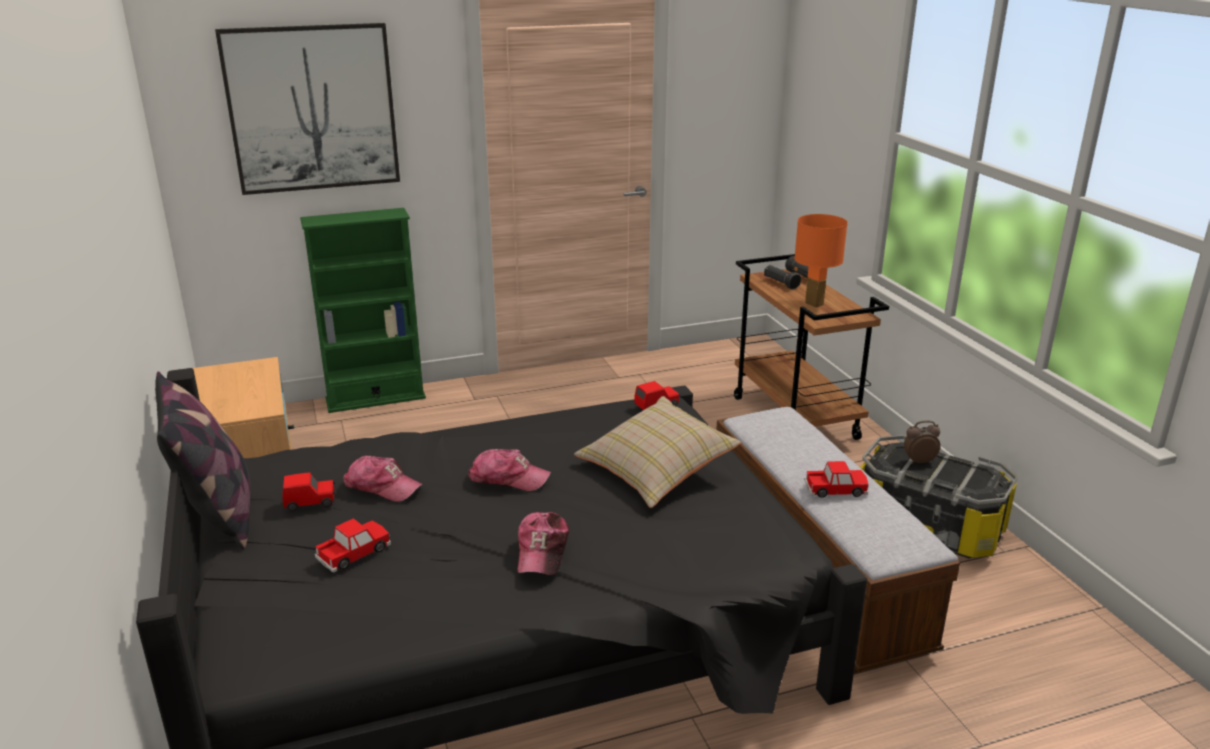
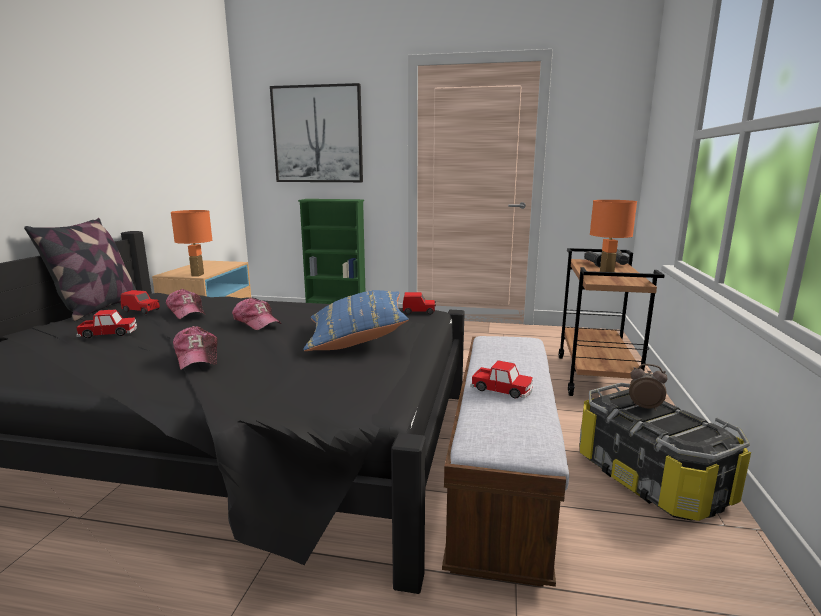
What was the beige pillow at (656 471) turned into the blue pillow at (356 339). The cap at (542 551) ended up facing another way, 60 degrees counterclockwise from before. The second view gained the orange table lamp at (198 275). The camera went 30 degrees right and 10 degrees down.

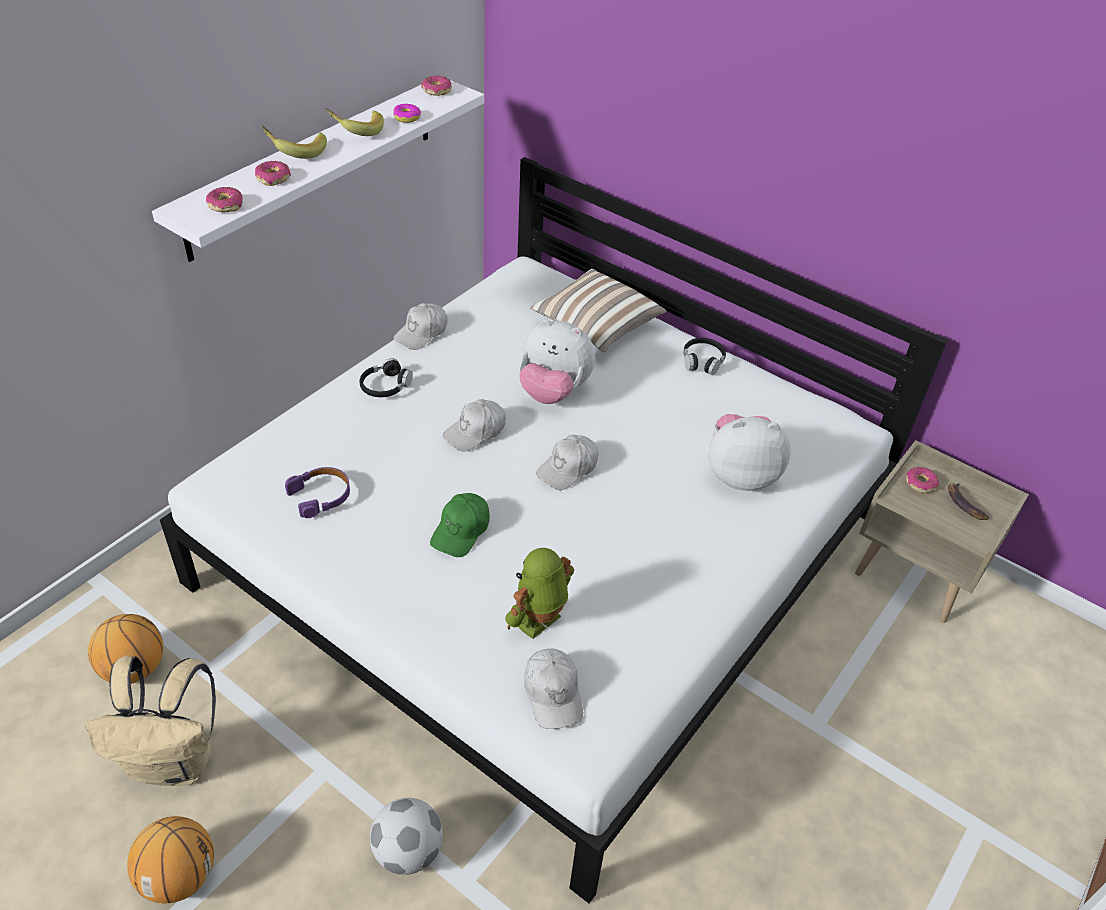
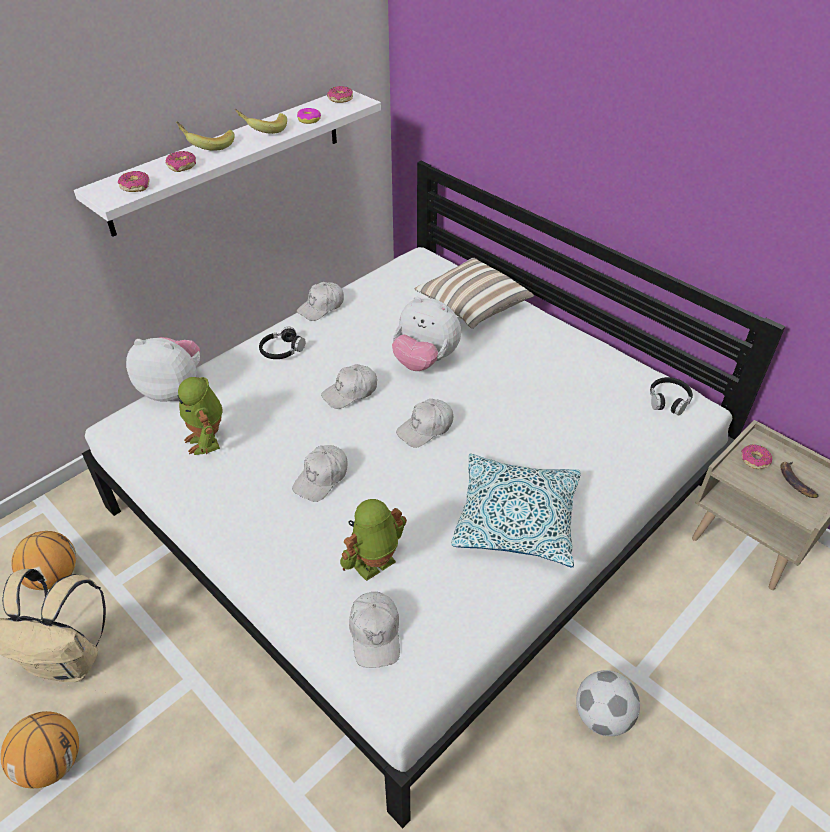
The black headphones ended up elsewhere, having gone from (702 361) to (668 400). The plush toy ended up elsewhere, having gone from (740 475) to (173 389). Where the purple headphones stood at (321 496), the toy robot came to stand at (208 440). What was the green cap at (461 531) turned into the white cap at (321 478). The football ended up elsewhere, having gone from (408 852) to (602 716). The second view gained the pillow at (516 519). The camera went 10 degrees right and 0 degrees up.

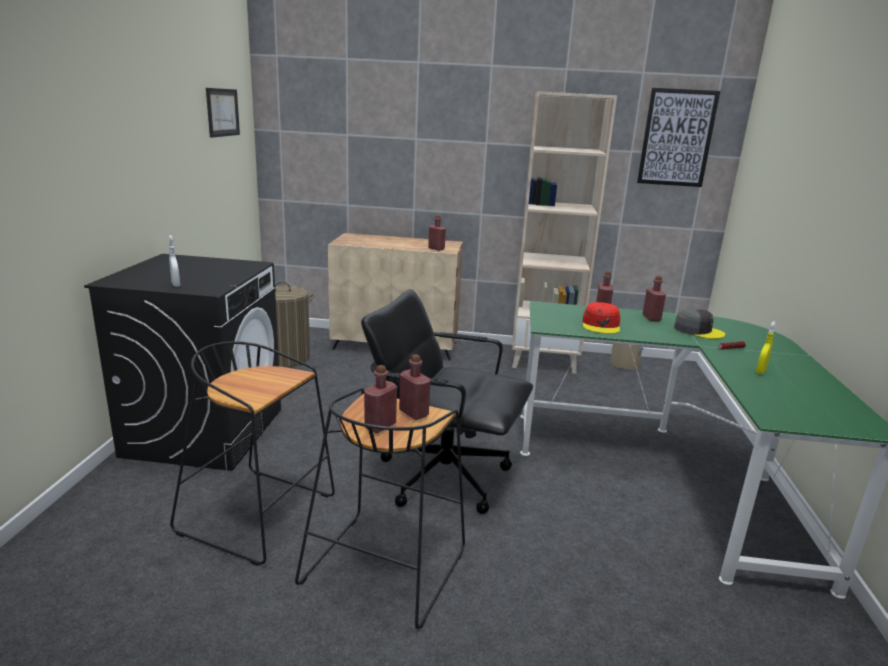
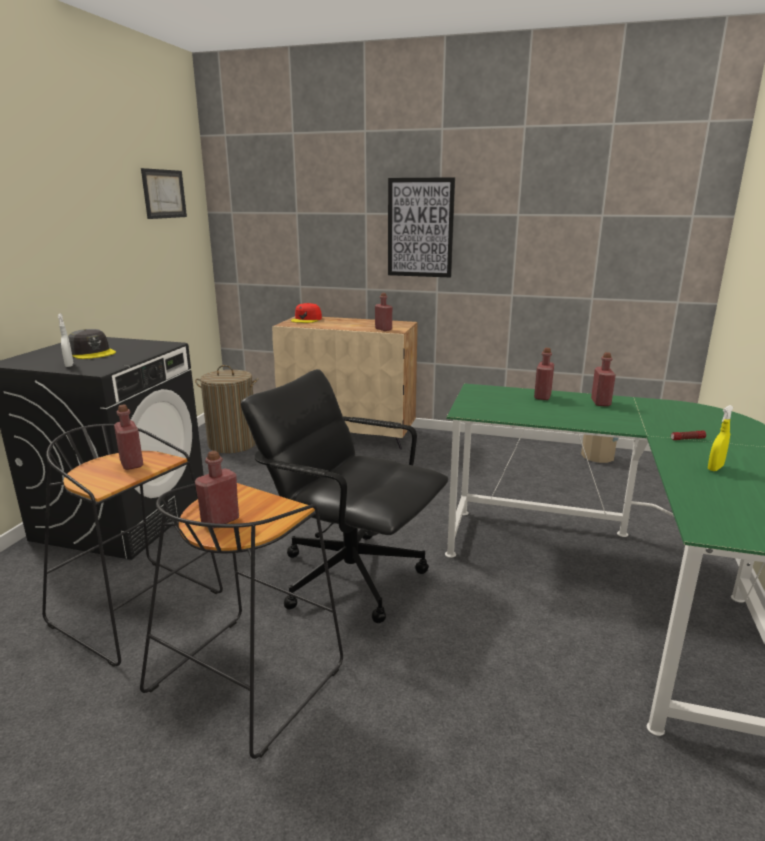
The picture ended up elsewhere, having gone from (676 138) to (420 228). The second view lost the beige bookcase at (543 360). The red cap ended up elsewhere, having gone from (601 325) to (306 319). The grey cap ended up elsewhere, having gone from (698 330) to (91 353). The red bottle ended up elsewhere, having gone from (413 413) to (131 464). The camera went 10 degrees right and 0 degrees up.

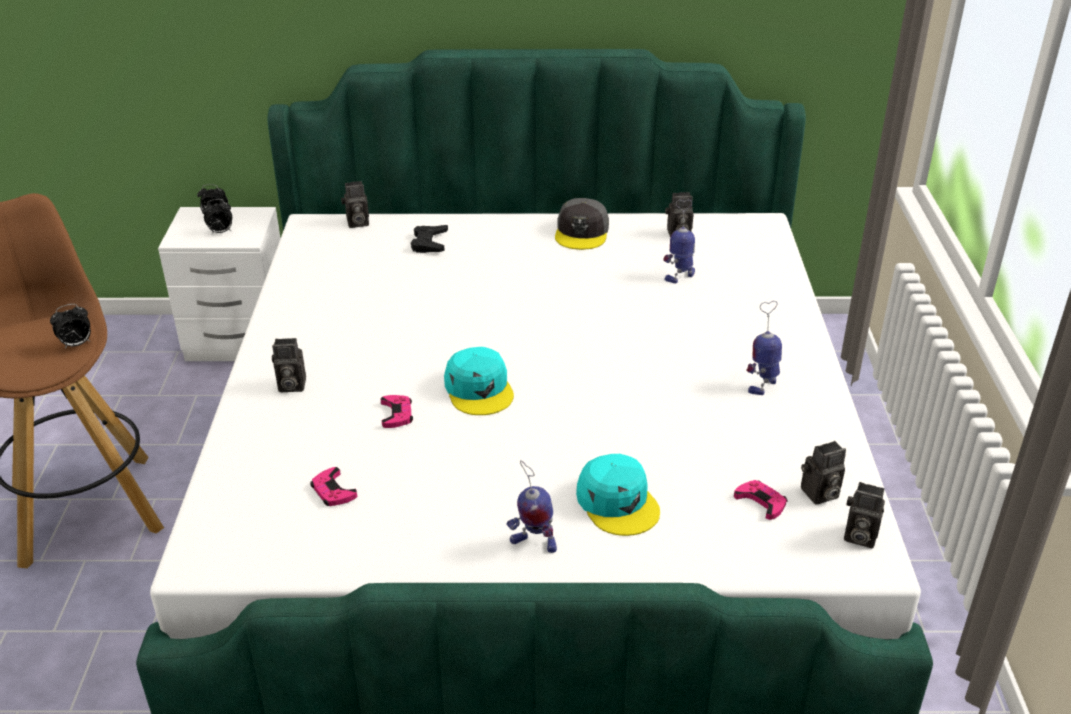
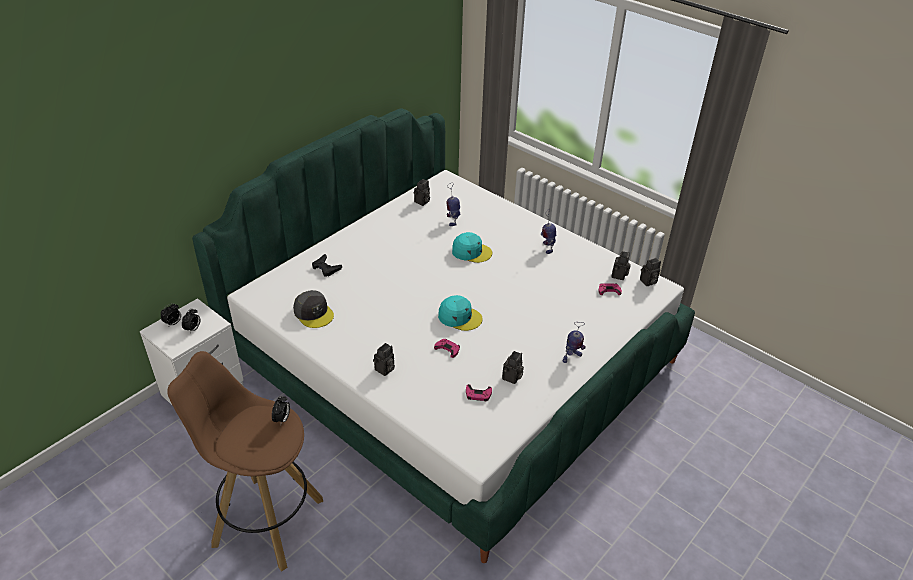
The photo camera ended up elsewhere, having gone from (356 223) to (512 378). The grey cap ended up elsewhere, having gone from (582 232) to (313 313). The turquoise cap ended up elsewhere, having gone from (618 502) to (471 252). The camera went 50 degrees left and 5 degrees up.

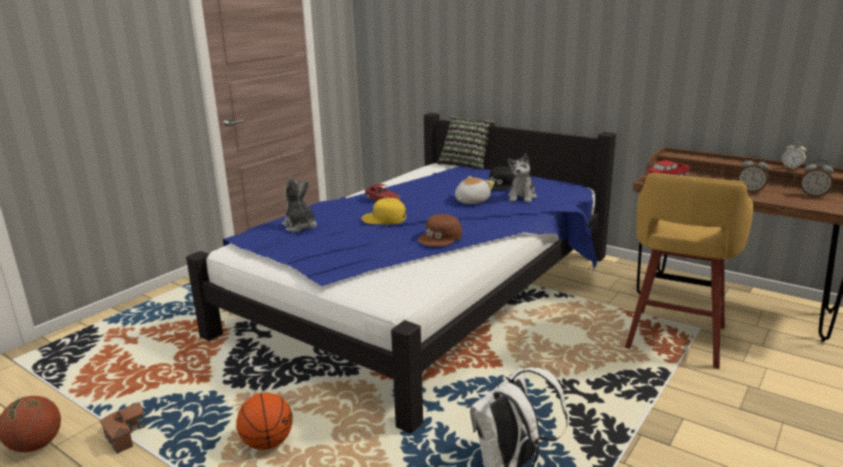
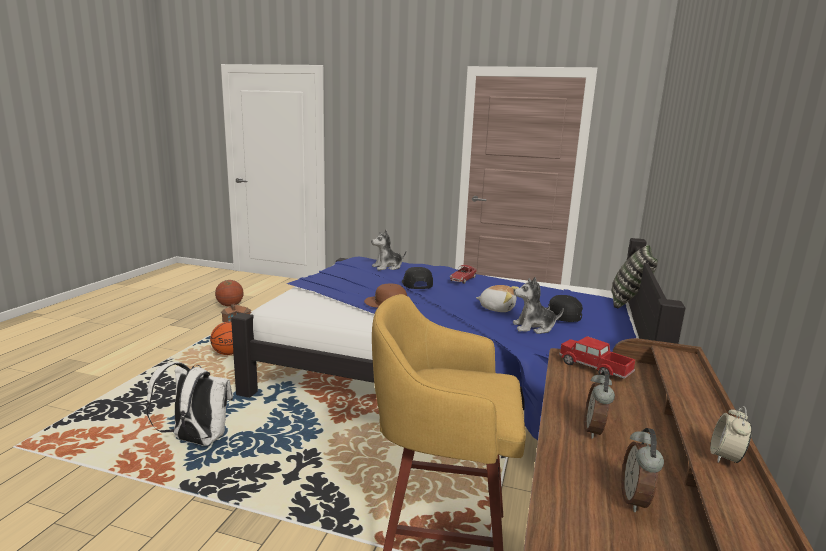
The plush toy at (300 227) ended up facing another way, 150 degrees counterclockwise from before. What was the yellow cap at (384 218) turned into the black cap at (416 283). The camera went 70 degrees right and 5 degrees down.

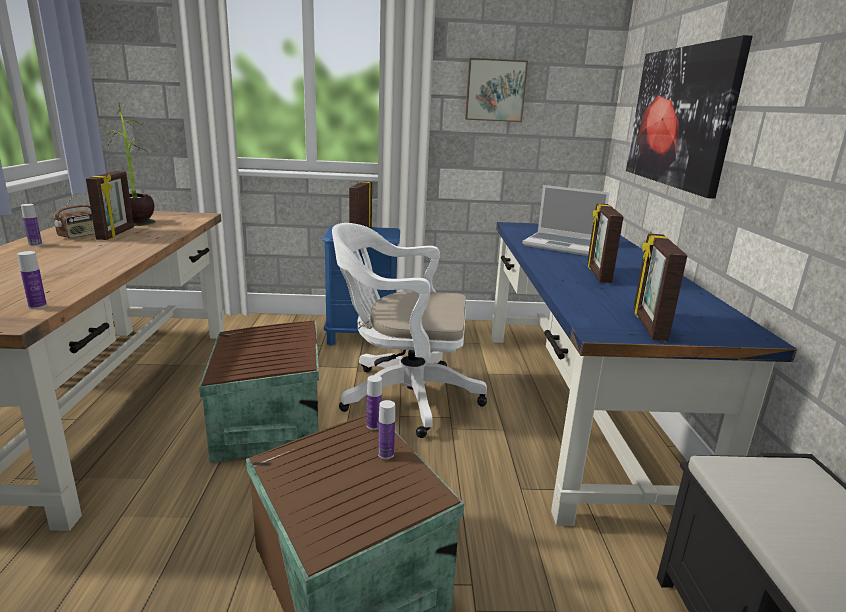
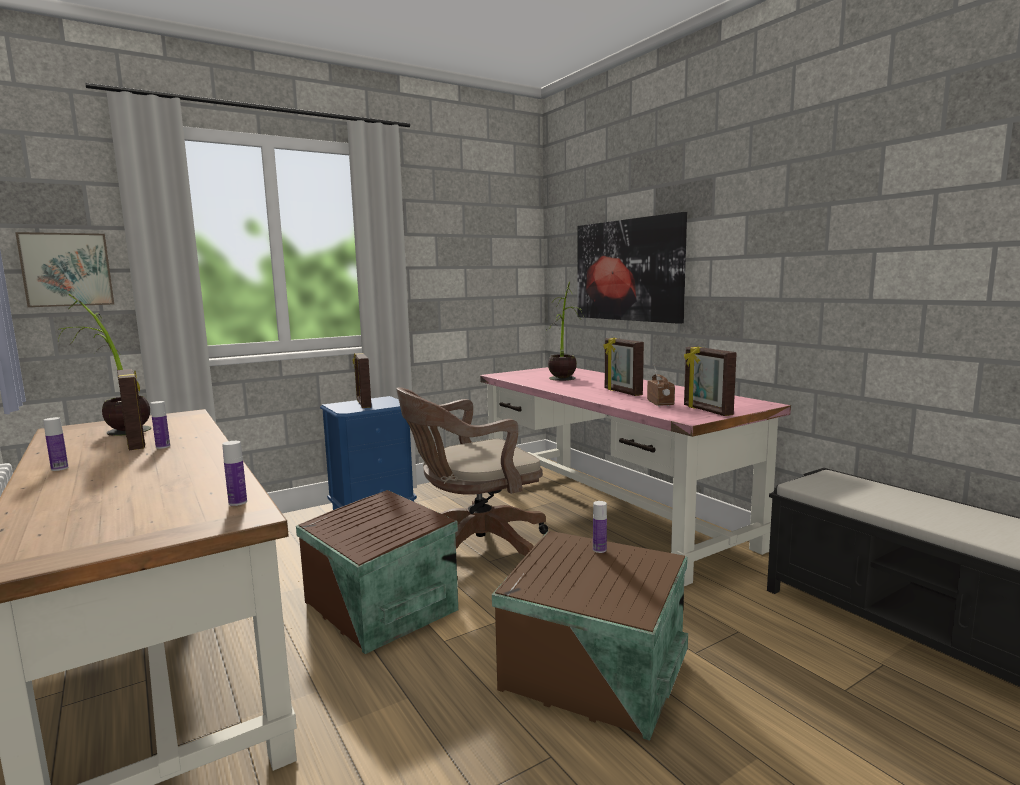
The picture ended up elsewhere, having gone from (495 90) to (67 270). Where the laptop stood at (563 245), the potted plant came to stand at (563 381). The radio ended up elsewhere, having gone from (80 235) to (661 403). What was the blue desk at (577 407) turned into the pink desk at (610 513). What was the white office chair at (403 396) turned into the brown office chair at (473 547). The bottle ended up elsewhere, having gone from (374 425) to (163 446). The camera went 30 degrees left and 10 degrees down.

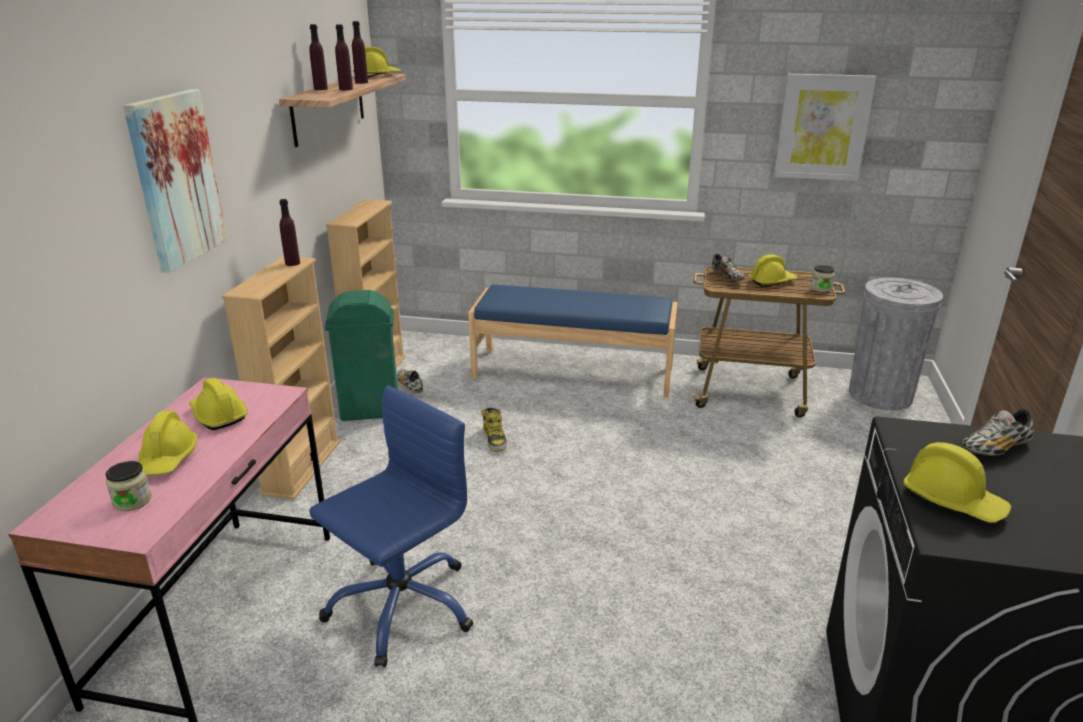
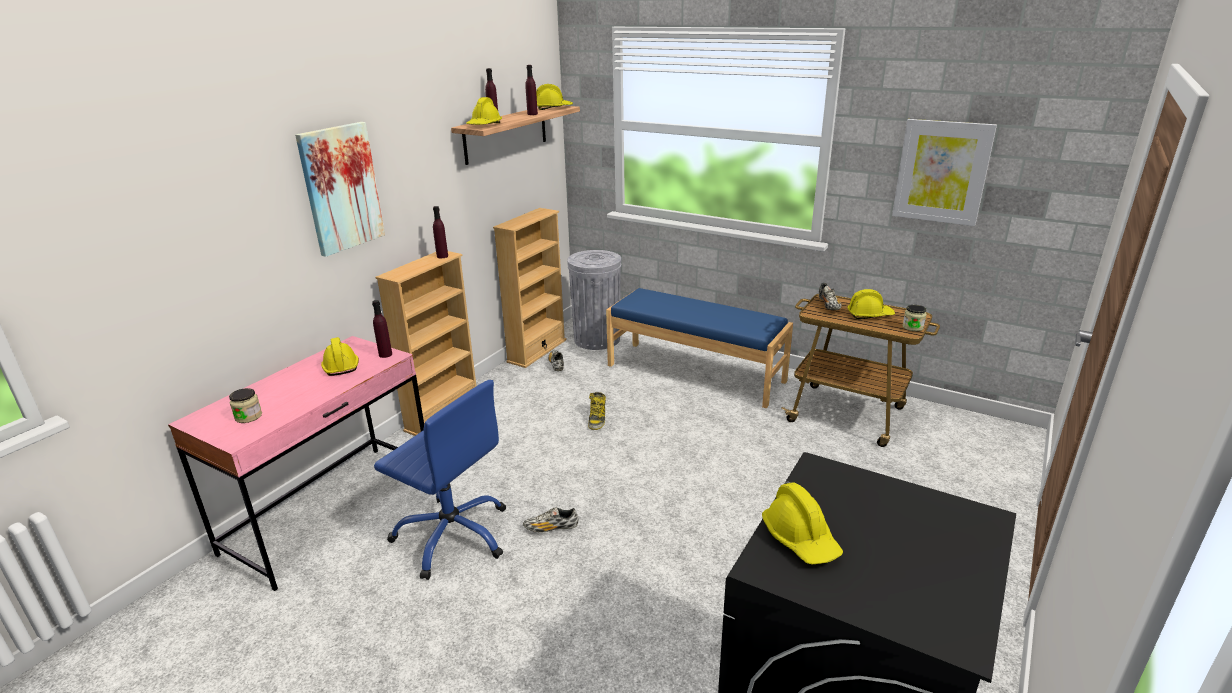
The purple bottle ended up elsewhere, having gone from (346 89) to (385 354). The grey trash can ended up elsewhere, having gone from (880 395) to (597 339). The second view lost the green trash can at (371 411). The blue office chair at (401 606) ended up facing another way, 60 degrees clockwise from before. The shoe ended up elsewhere, having gone from (994 448) to (551 528). The yellow hard hat ended up elsewhere, having gone from (167 459) to (484 125). The camera went 20 degrees right and 0 degrees up.

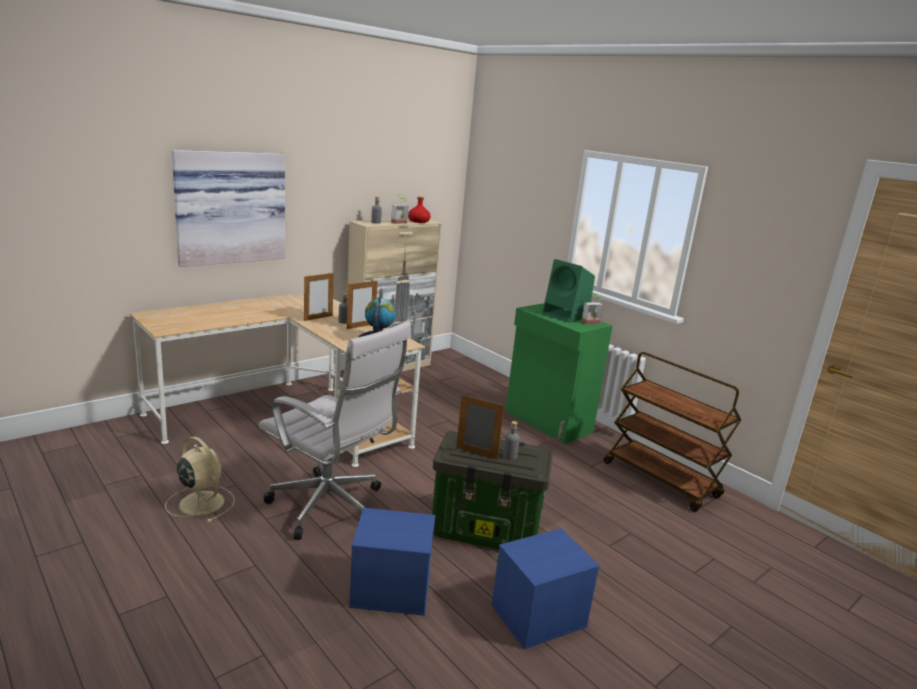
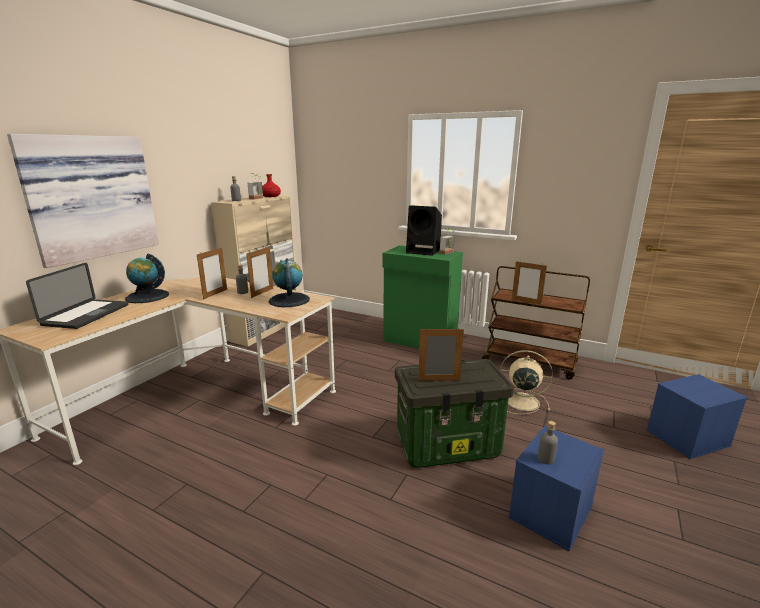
What was the green speaker at (566 315) turned into the black speaker at (424 251). The second view lost the white office chair at (331 508). The grey bottle ended up elsewhere, having gone from (509 456) to (545 459). The beige fan ended up elsewhere, having gone from (200 502) to (520 401). The blue storage box ended up elsewhere, having gone from (389 590) to (687 438). The second view gained the globe at (147 296). The second view gained the picture frame at (526 301). The second view gained the laptop at (86 315). The camera went 20 degrees left and 0 degrees up.

